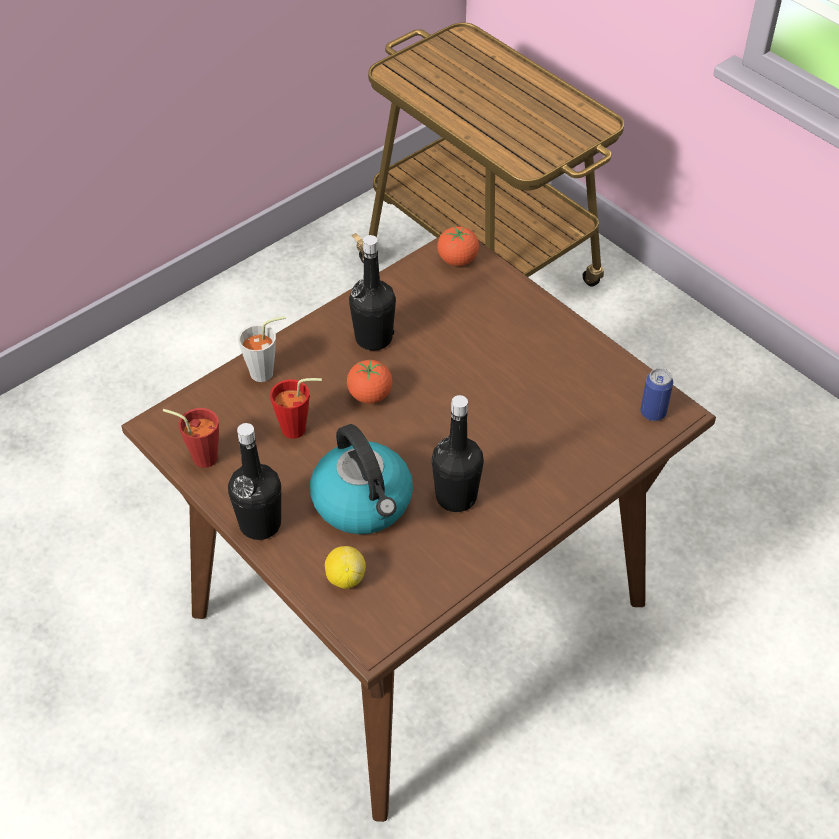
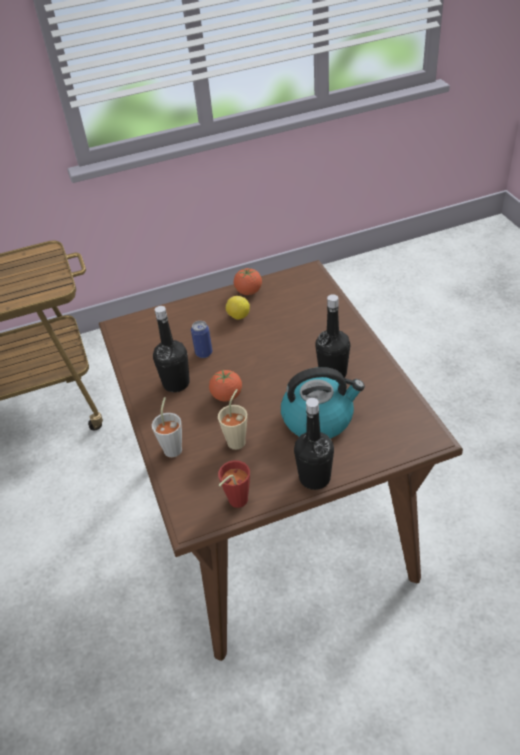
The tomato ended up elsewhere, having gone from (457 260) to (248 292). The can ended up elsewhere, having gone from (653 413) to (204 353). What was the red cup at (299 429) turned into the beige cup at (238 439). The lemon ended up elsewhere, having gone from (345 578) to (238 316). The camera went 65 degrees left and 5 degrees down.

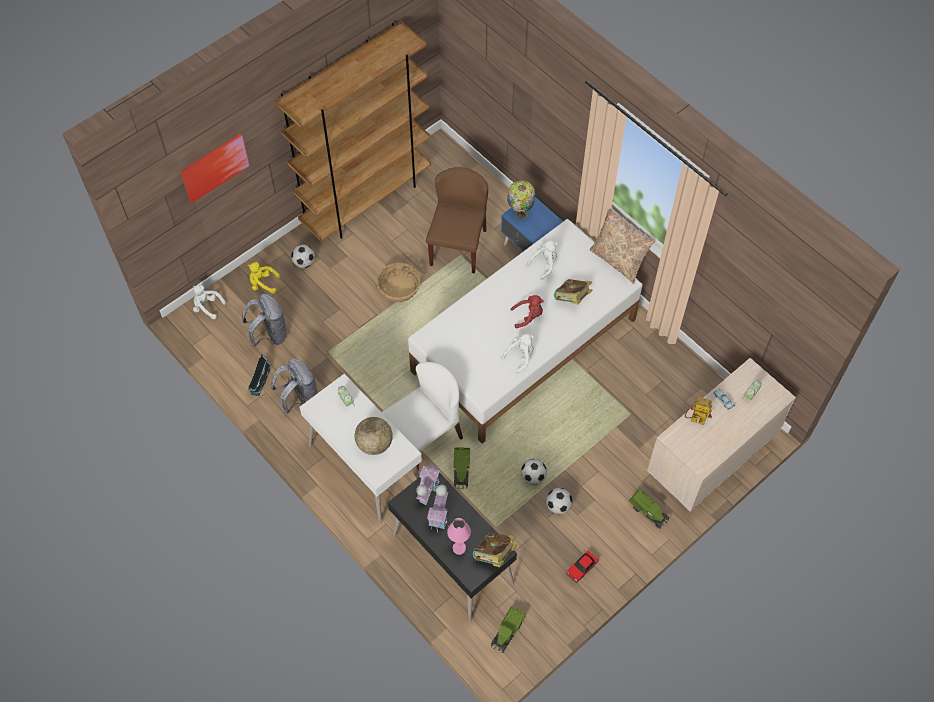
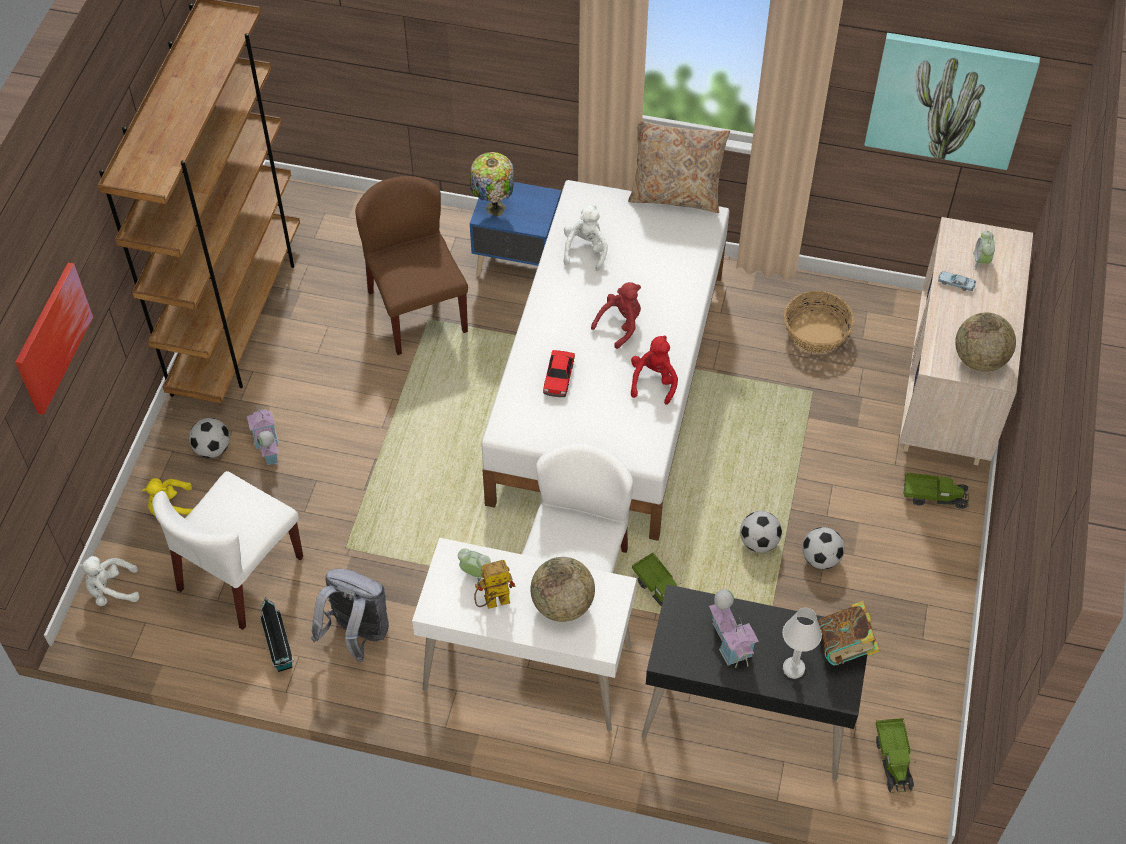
The basket ended up elsewhere, having gone from (399 288) to (815 332). The second view lost the book at (572 299). Where the grey backpack stood at (269 335), the white chair came to stand at (240 574). What was the white plush toy at (520 357) turned into the red plush toy at (654 381). The toy robot ended up elsewhere, having gone from (694 419) to (492 603). The toy house ended up elsewhere, having gone from (427 490) to (267 447). What was the pink table lamp at (459 548) turned into the white table lamp at (793 668). The toy car ended up elsewhere, having gone from (581 568) to (558 378). The second view gained the picture at (949 99). The second view gained the globe at (979 359). The camera went 35 degrees left and 5 degrees down.

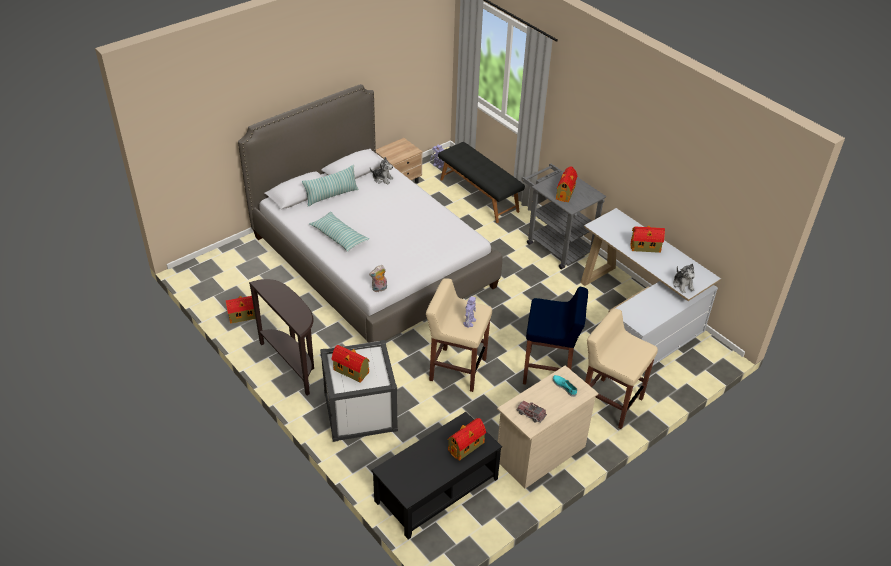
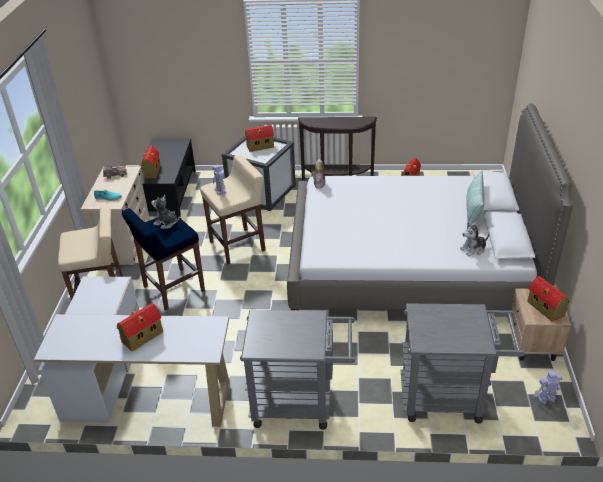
Where the black bench stood at (479 195), the grey cart came to stand at (450 397). The toy house ended up elsewhere, having gone from (565 193) to (546 309). The second view lost the pillow at (339 236). The plush toy ended up elsewhere, having gone from (683 285) to (166 223). The camera went 135 degrees right and 5 degrees down.

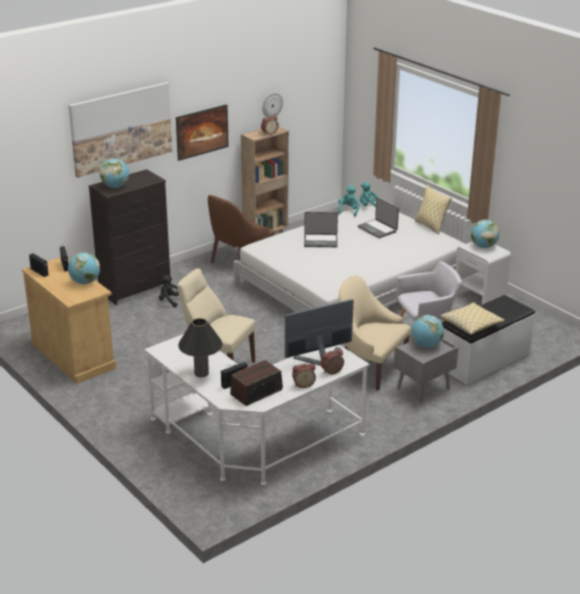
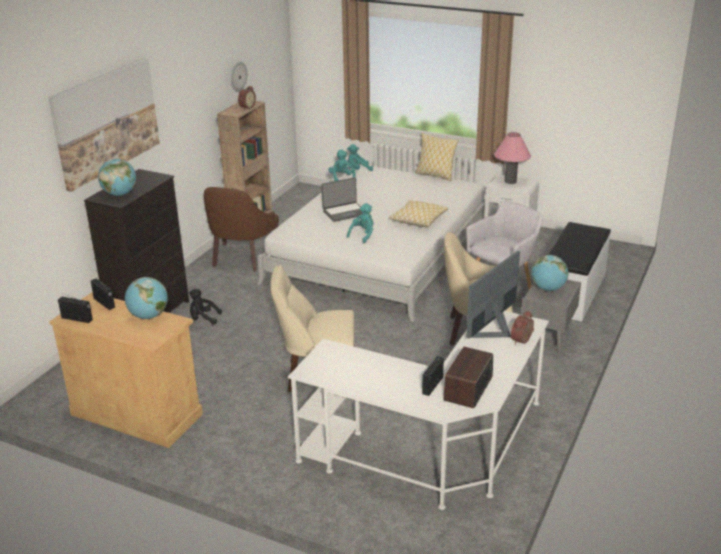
The second view lost the picture at (202 142). The second view lost the laptop at (378 229). Where the globe stood at (483 246), the pink table lamp came to stand at (510 181). The pillow ended up elsewhere, having gone from (471 324) to (418 220). The second view lost the black table lamp at (201 373). The second view lost the alarm clock at (303 384). The second view gained the turquoise plush toy at (363 235). The camera went 25 degrees left and 0 degrees up.

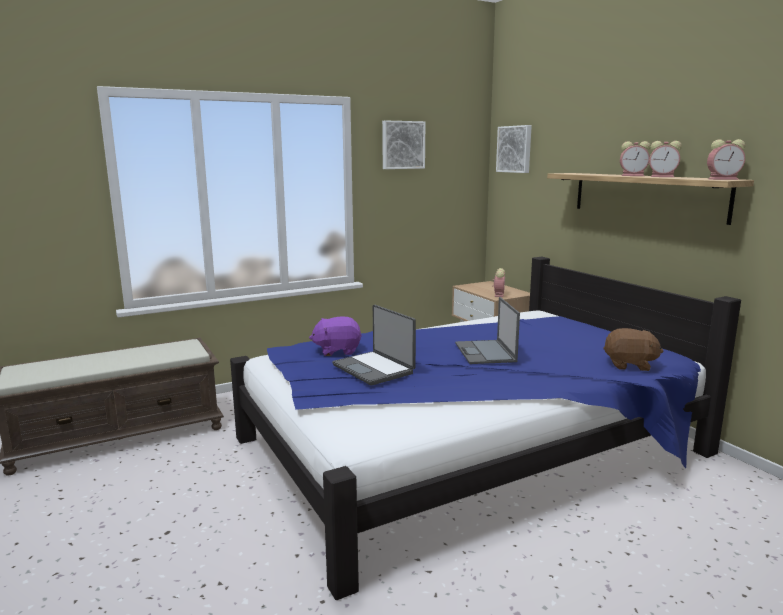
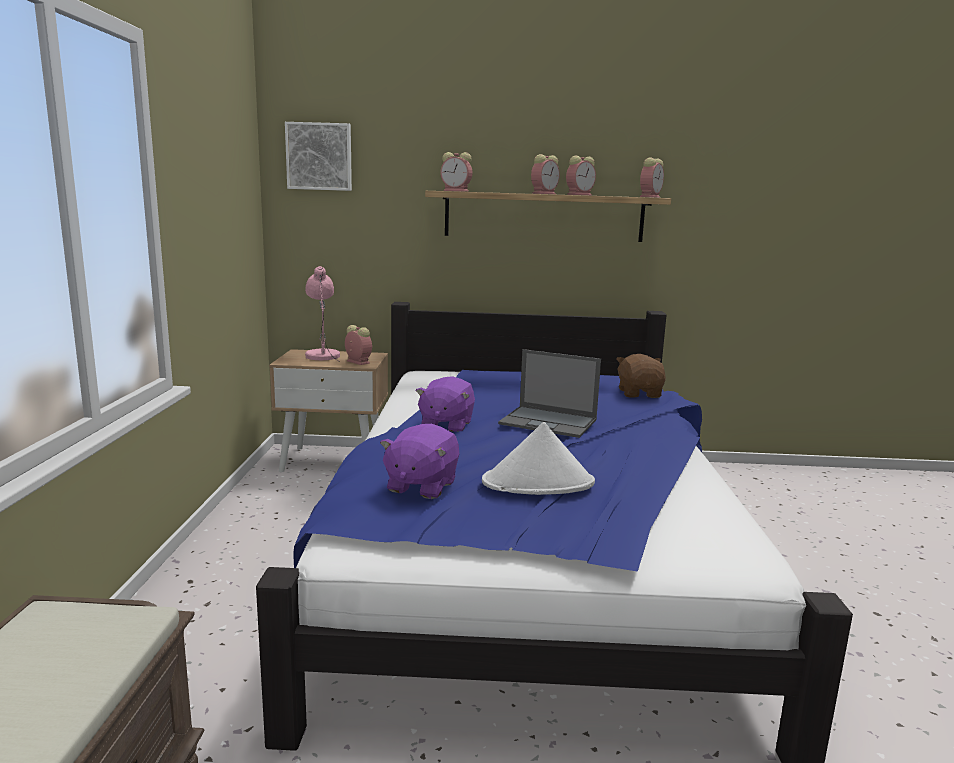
The second view lost the picture at (402 145). Where the laptop stood at (374 369), the white hat came to stand at (538 483). The brown plush toy at (630 365) ended up facing another way, 45 degrees counterclockwise from before. The second view gained the alarm clock at (457 191). The second view gained the pink table lamp at (323 355). The second view gained the purple plush toy at (446 425). The camera went 60 degrees left and 0 degrees up.

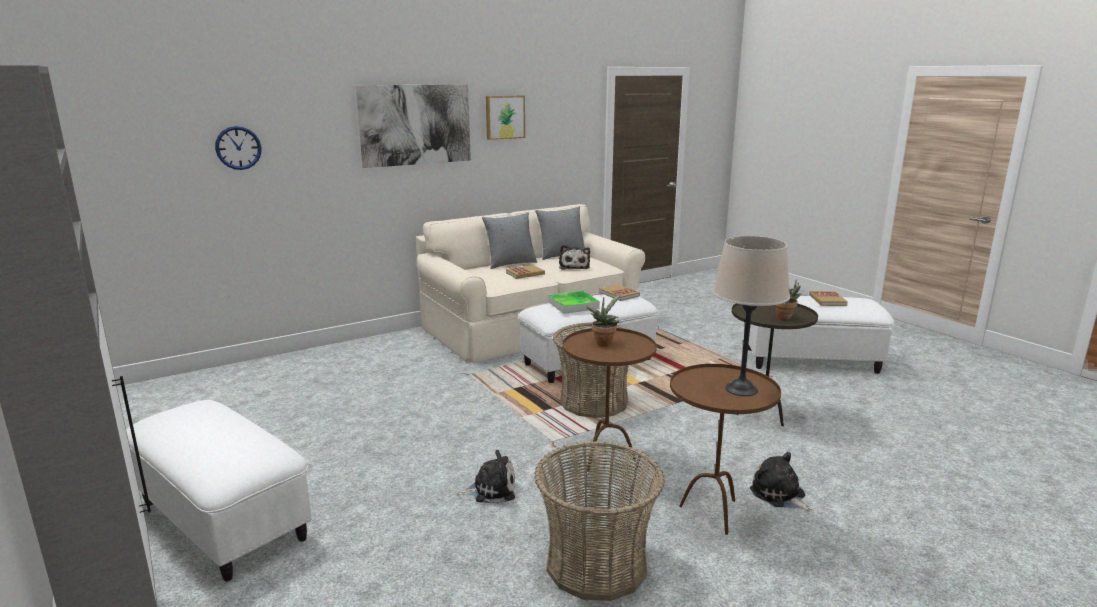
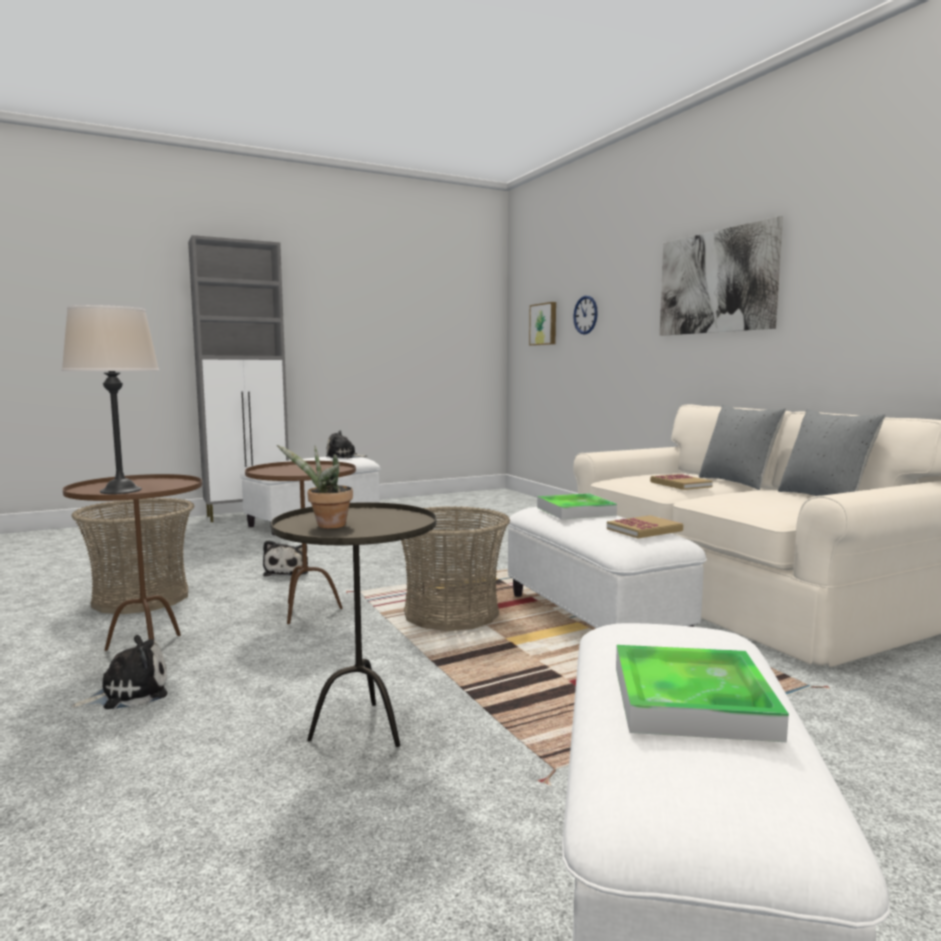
The picture ended up elsewhere, having gone from (504 117) to (544 324). The plush toy ended up elsewhere, having gone from (574 267) to (343 456). Where the book stood at (827 300), the tray came to stand at (691 701). The second view lost the potted plant at (604 342). The camera went 95 degrees right and 10 degrees down.

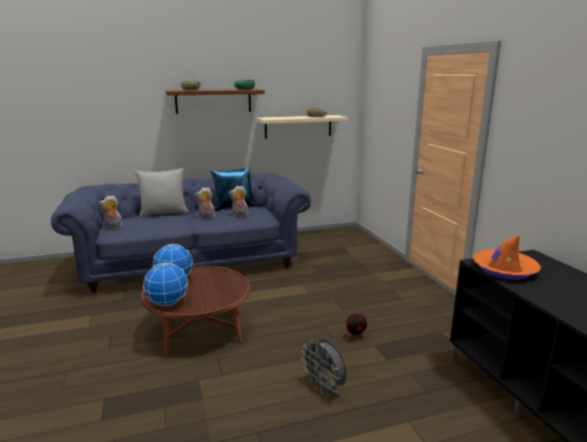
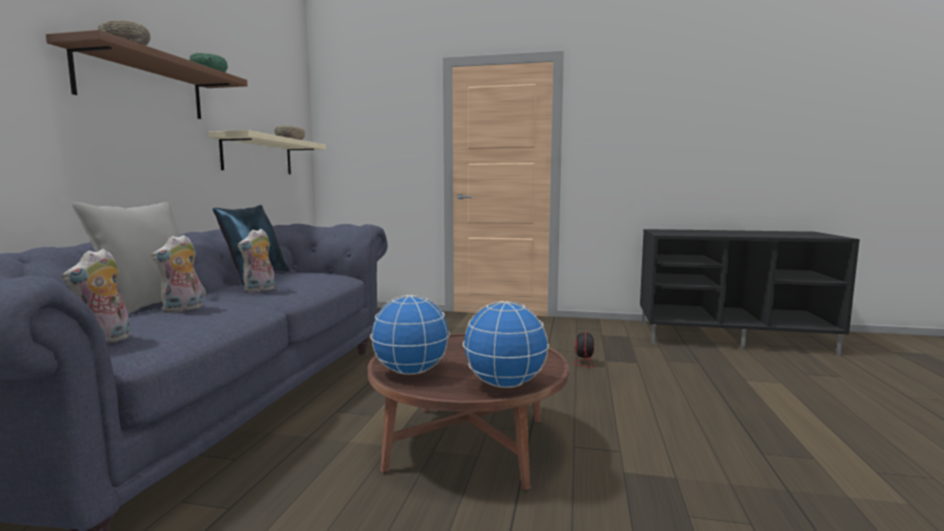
The plush toy ended up elsewhere, having gone from (239 215) to (183 309). The second view lost the orange hat at (504 270). The second view lost the grey fan at (325 388). The camera went 60 degrees left and 10 degrees down.

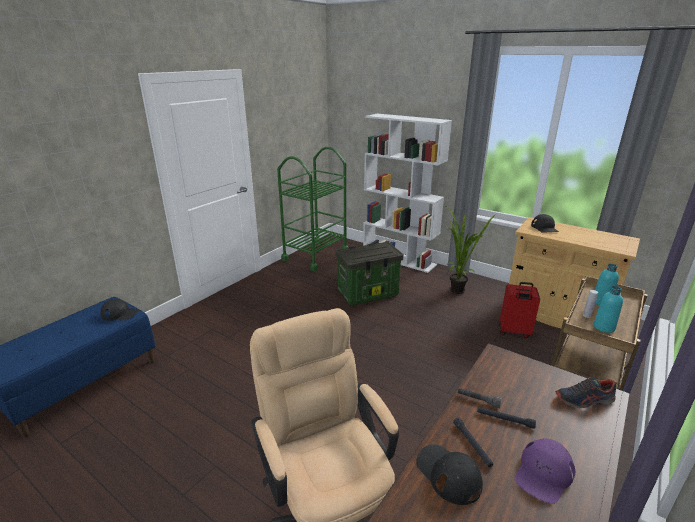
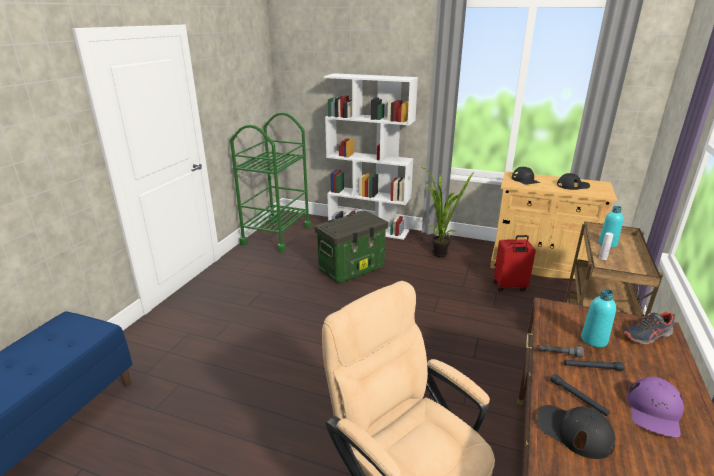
The turquoise bottle ended up elsewhere, having gone from (604 327) to (594 340). The black cap ended up elsewhere, having gone from (120 313) to (573 185). The camera went 15 degrees left and 0 degrees up.

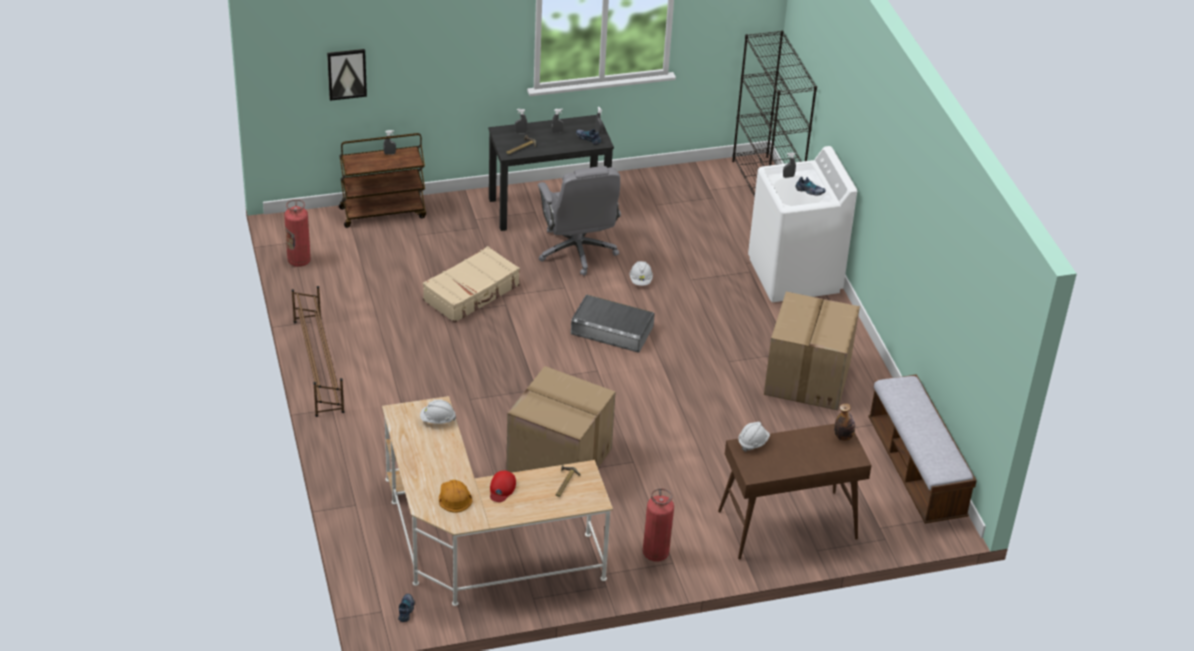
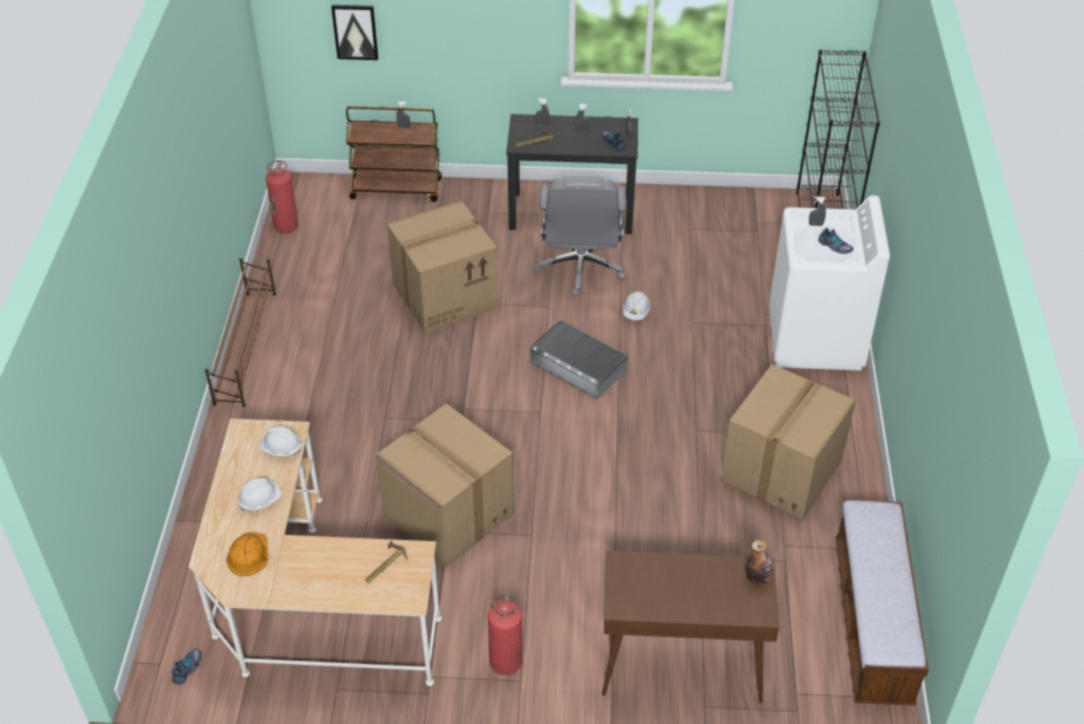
Where the beige suitcase stood at (472 293), the cardboard box came to stand at (445 294). The white hard hat ended up elsewhere, having gone from (753 442) to (260 501). The second view lost the red cap at (502 488). The camera went 20 degrees right and 5 degrees up.

